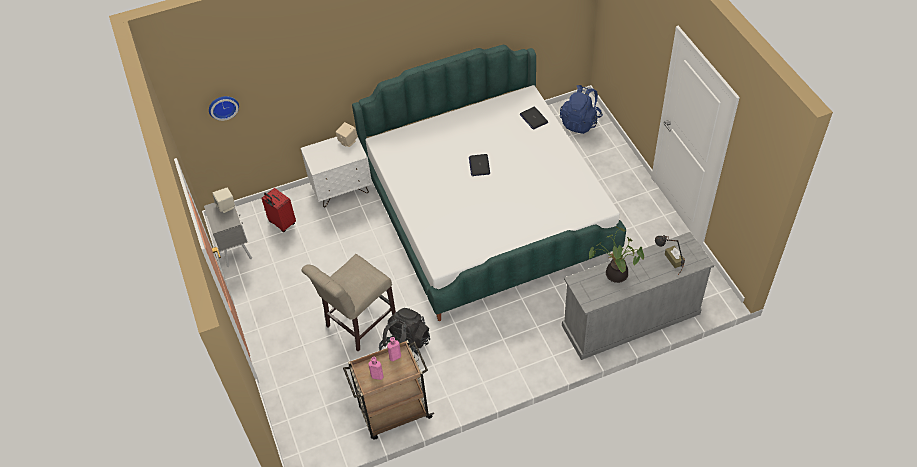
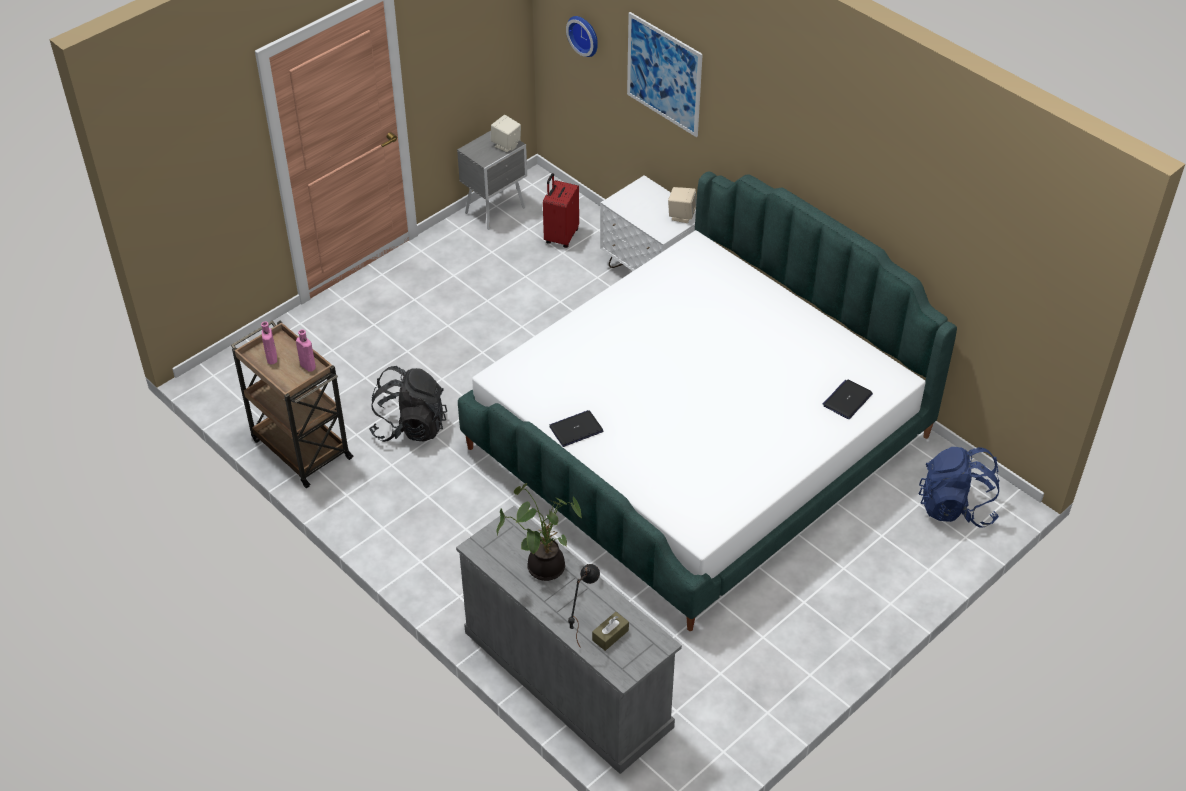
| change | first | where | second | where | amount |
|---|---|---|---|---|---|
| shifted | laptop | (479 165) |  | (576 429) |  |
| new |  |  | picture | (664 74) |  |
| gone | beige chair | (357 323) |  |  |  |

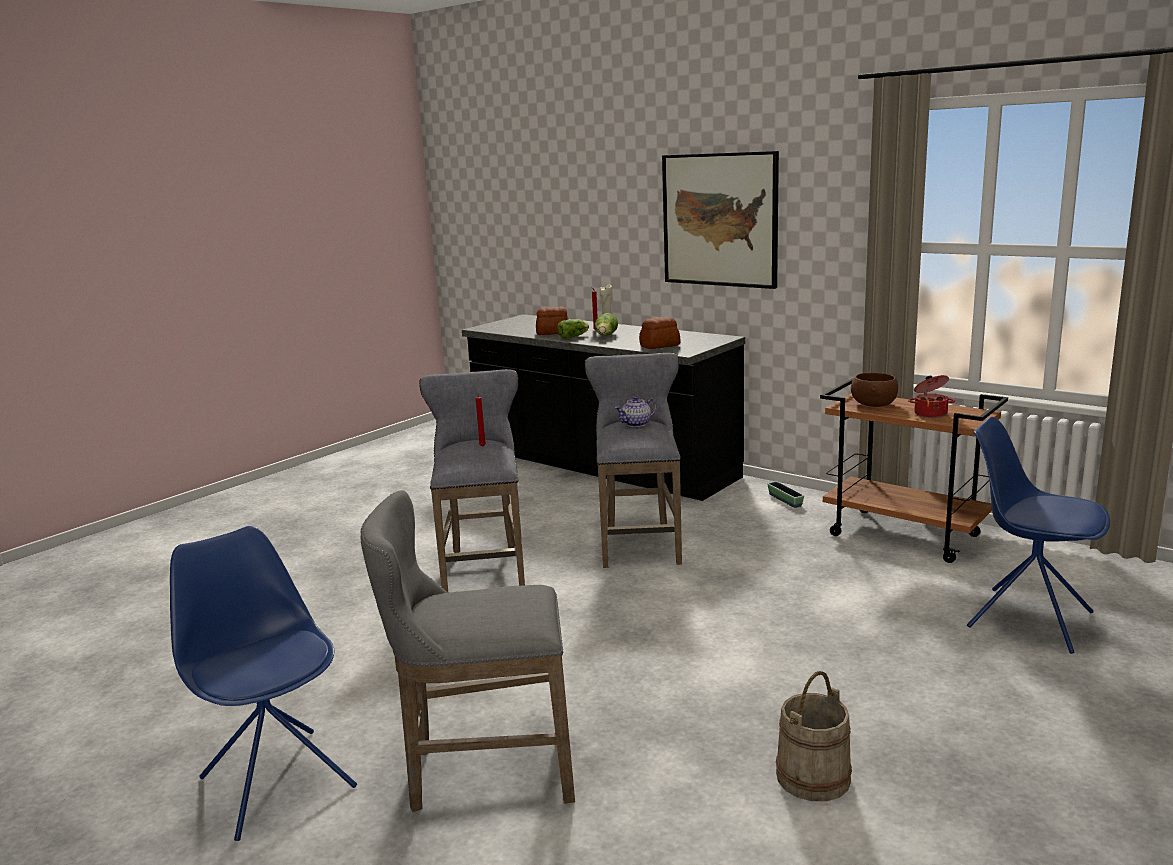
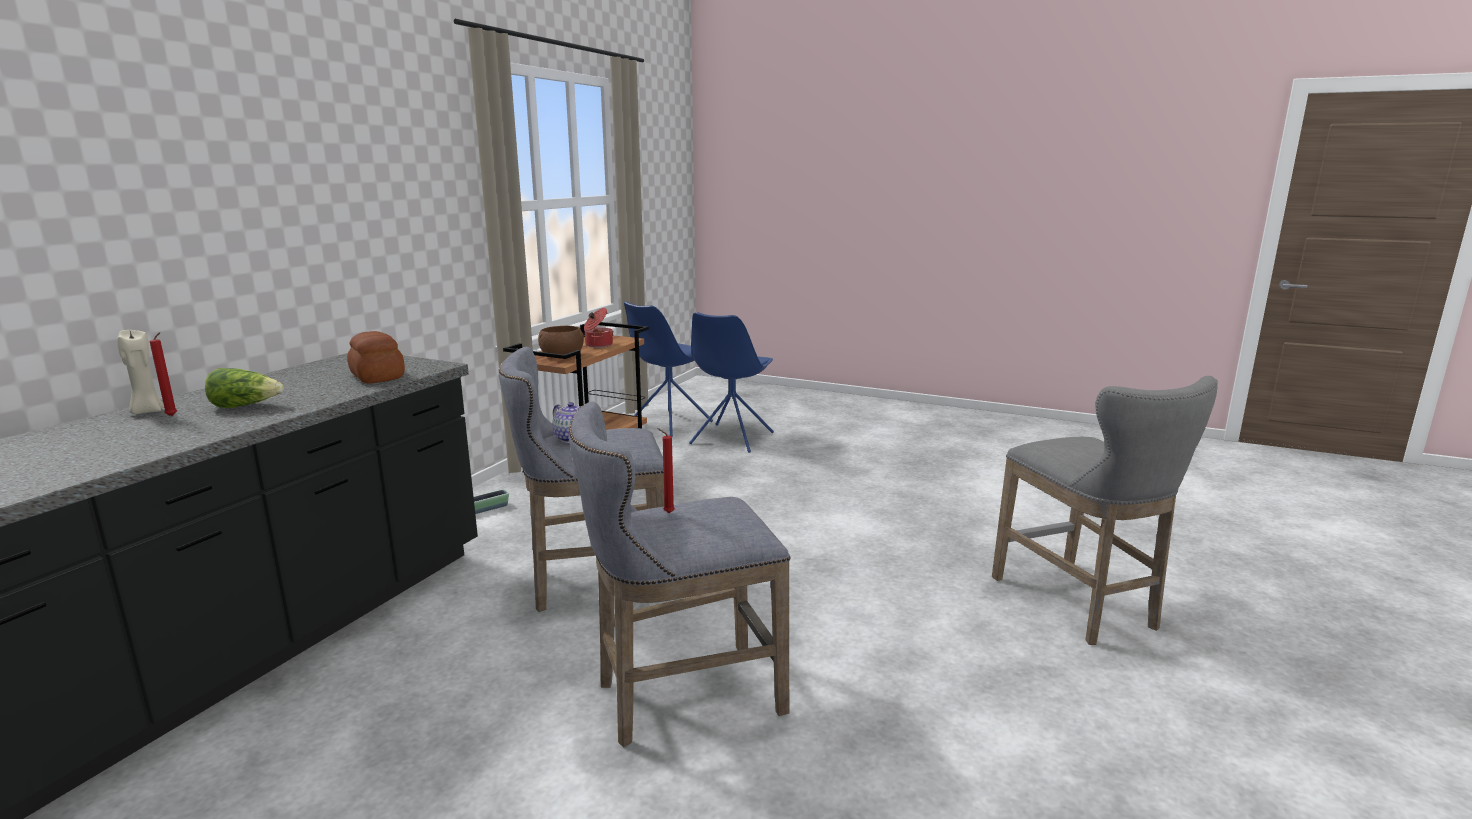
| change | first | where | second | where | amount |
|---|---|---|---|---|---|
| shifted | blue chair | (277 780) |  | (668 423) |  |
| gone | bread | (553 333) |  |  |  |
| gone | lettuce | (574 336) |  |  |  |
| gone | picture | (720 220) |  |  |  |
| gone | beige bucket | (813 777) |  |  |  |

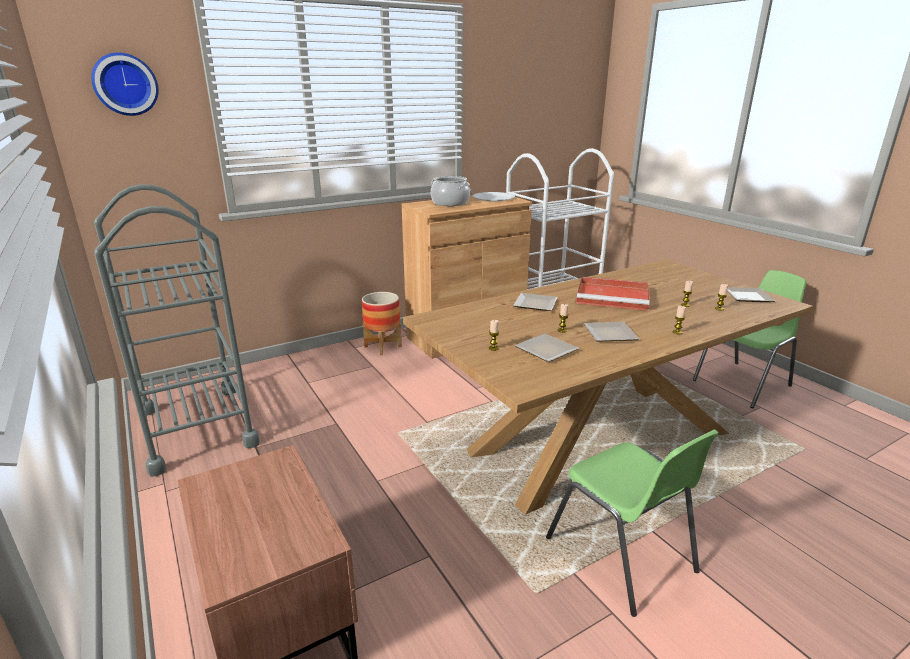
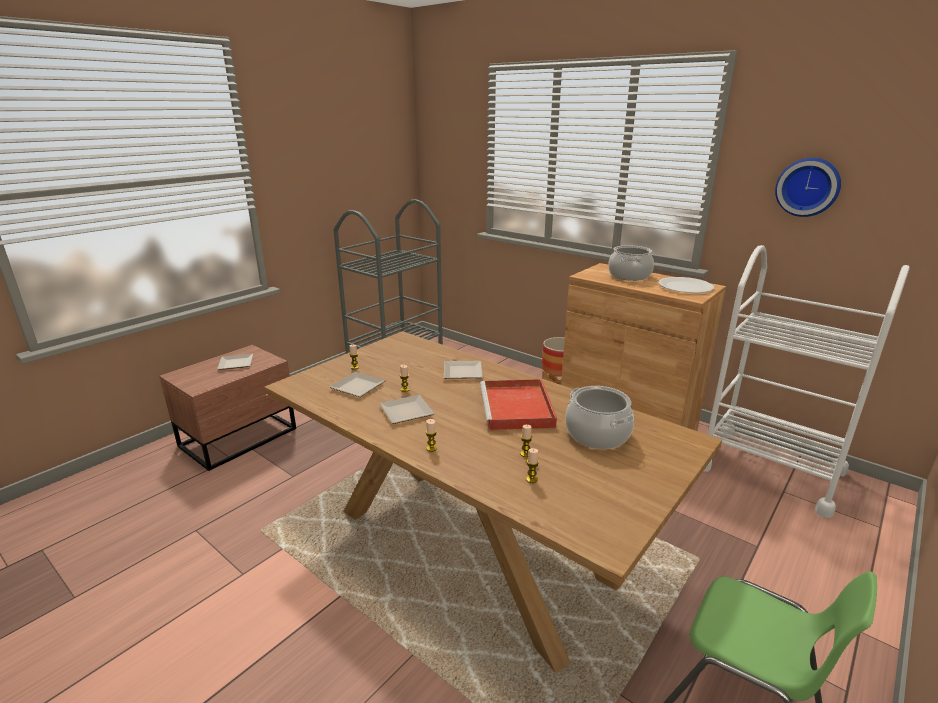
| change | first | where | second | where | amount |
|---|---|---|---|---|---|
| shifted | plate | (747 297) |  | (235 363) |  |
| new |  |  | cooking pot | (598 434) |  |
| shifted | wall clock | (125 84) |  | (808 187) |  |
| gone | green chair | (622 556) |  |  |  |

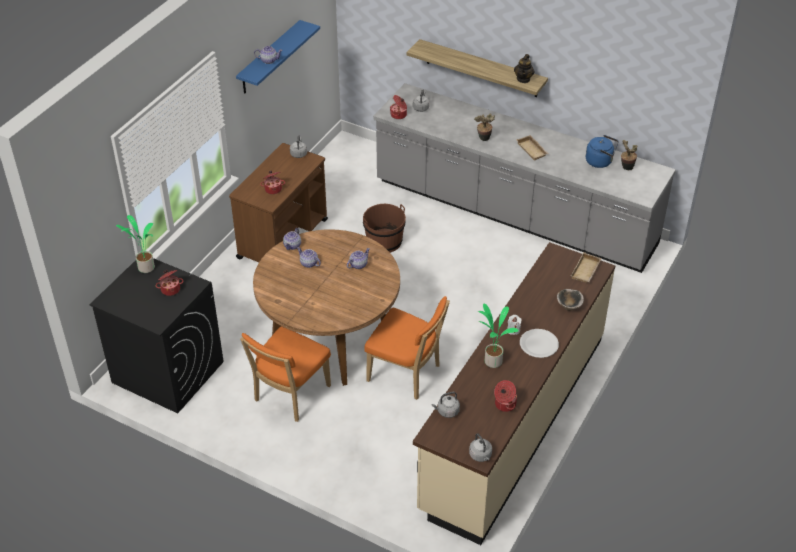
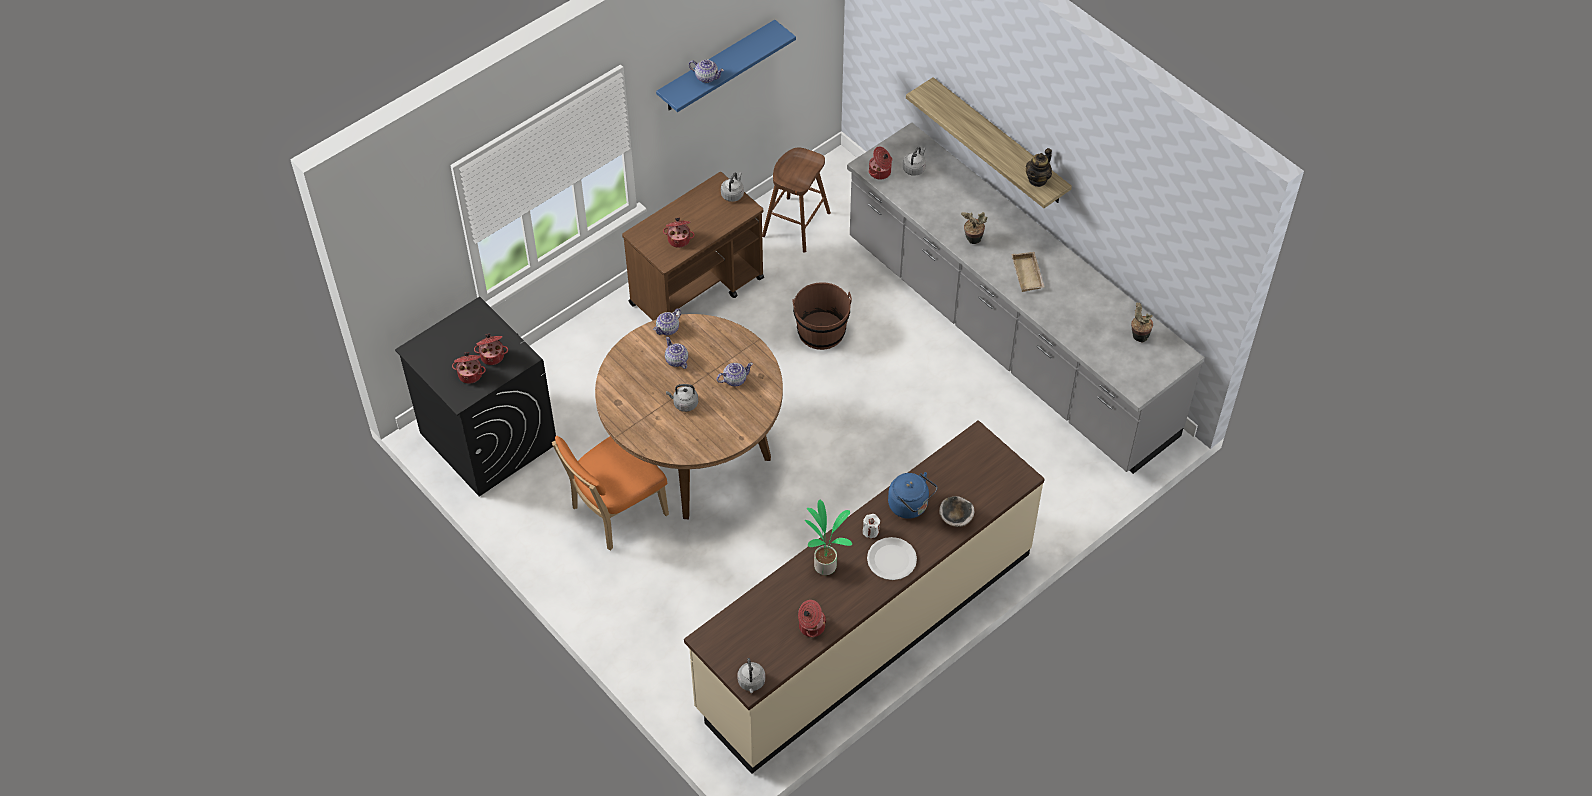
| change | first | where | second | where | amount |
|---|---|---|---|---|---|
| new |  |  | cooking pot | (470 374) |  |
| shifted | grey kettle | (447 411) |  | (684 403) |  |
| new |  |  | brown stool | (796 225) |  |
| shifted | blue kettle | (600 161) |  | (910 506) |  |
| gone | potted plant | (145 268) |  |  |  |
| gone | orange chair | (407 374) |  |  |  |
| gone | beige tray | (586 271) |  |  |  |

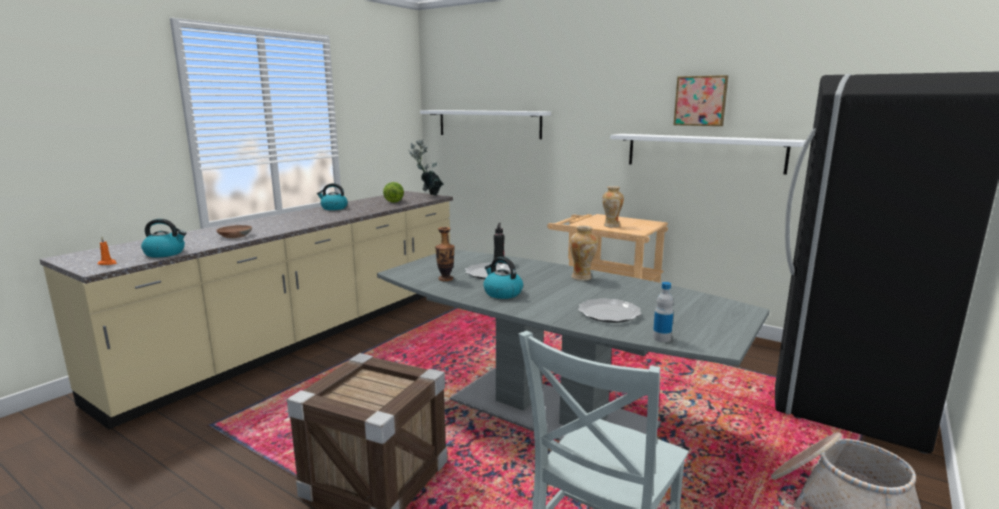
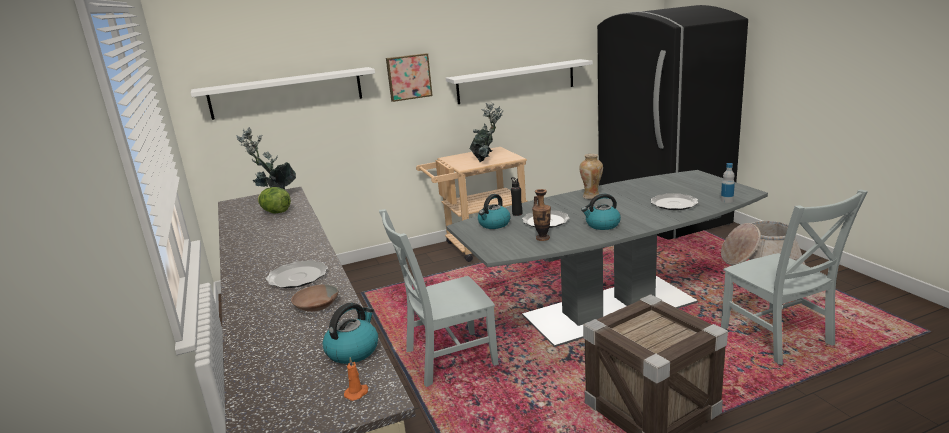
| change | first | where | second | where | amount |
|---|---|---|---|---|---|
| new |  |  | plate | (298 277) |  |
| new |  |  | grey chair | (446 359) |  |
| shifted | picture | (700 101) |  | (408 77) |  |
| swapped | vase | (611 226) | potted plant | (486 161) |  |
| shifted | kettle | (333 208) |  | (494 224) |  |

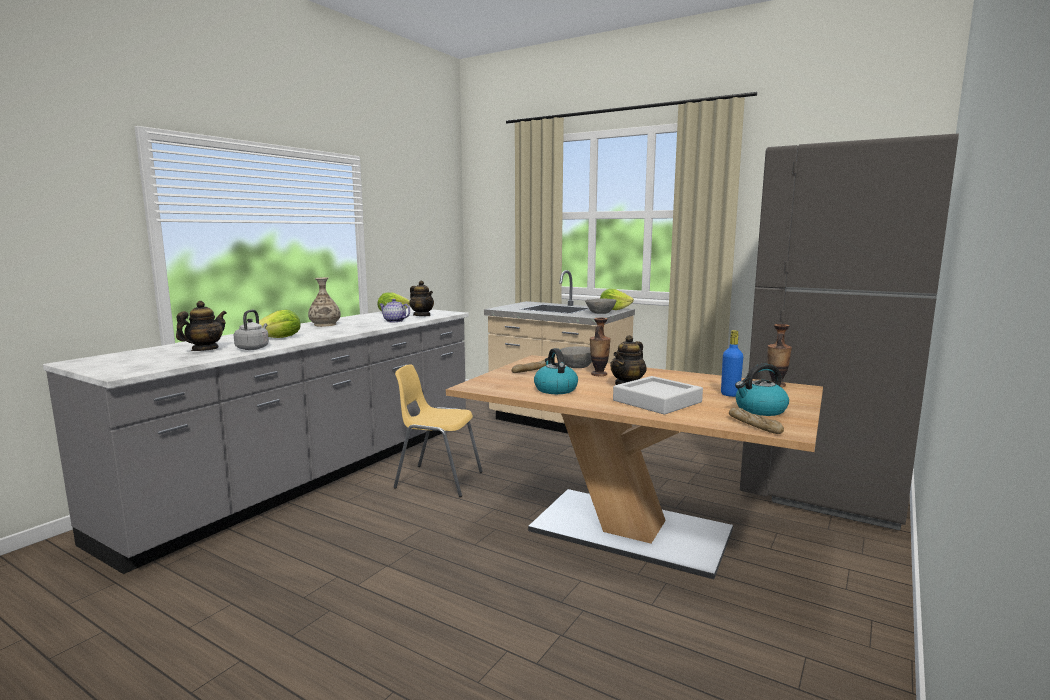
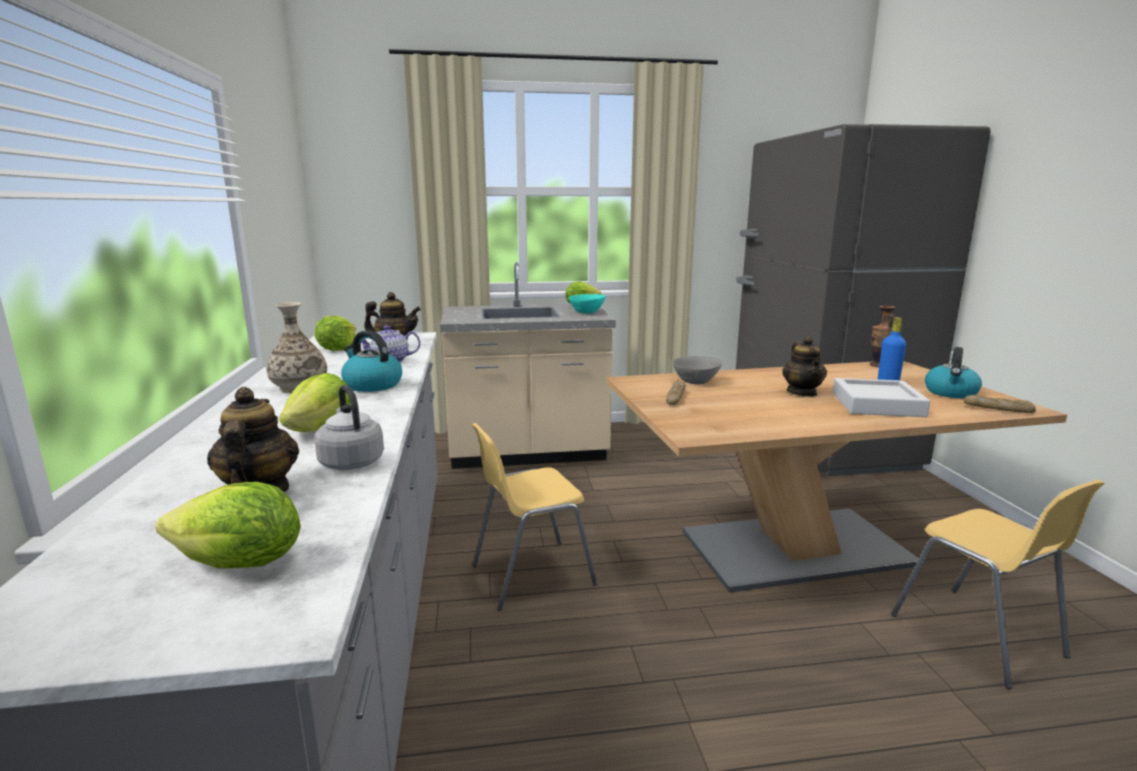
| change | first | where | second | where | amount |
|---|---|---|---|---|---|
| new |  |  | lettuce | (241 565) |  |
| shifted | kettle | (555 389) |  | (372 385) |  |
| repainted | grey bowl | (600 313) | turquoise bowl | (586 312) |  |
| new |  |  | yellow chair | (978 636) |  |
| gone | vase | (599 374) |  |  |  |

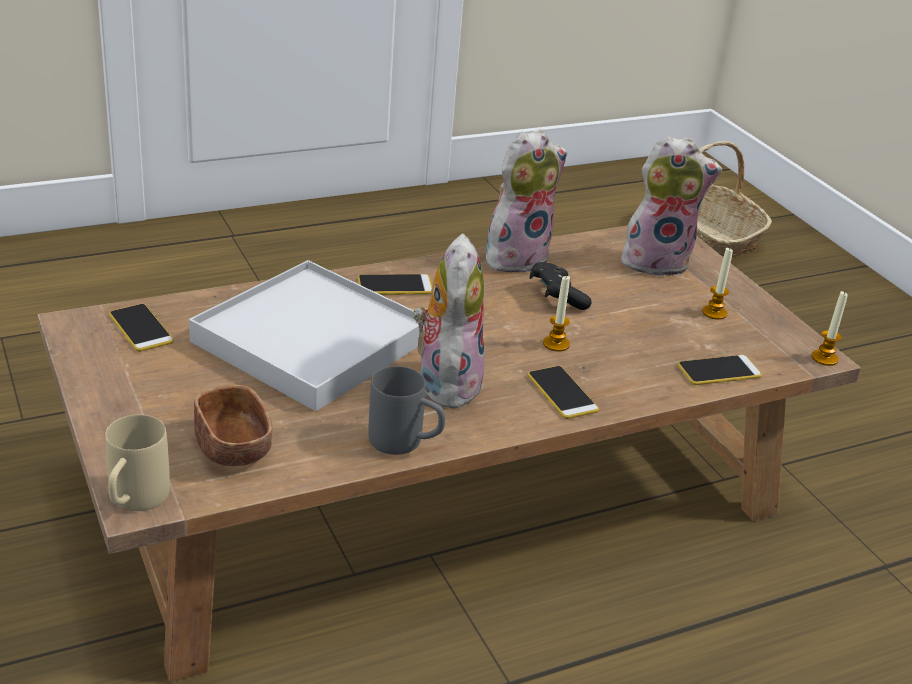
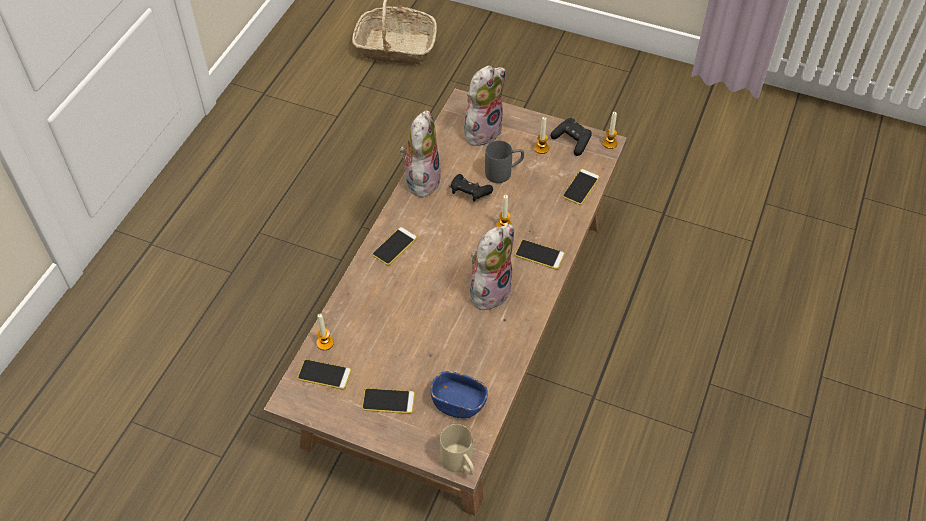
| change | first | where | second | where | amount |
|---|---|---|---|---|---|
| new |  |  | candle | (325 343) |  |
| new |  |  | phone | (388 401) |  |
| repainted | brown bowl | (233 448) | blue bowl | (458 403) |  |
| rotated | plush toy | (445 382) |  | (489 289) | 75 degrees clockwise |
| shifted | grey mug | (406 443) |  | (504 172) |  |
| new |  |  | black game controller | (572 141) |  |
| gone | white tray | (312 341) |  |  |  |

